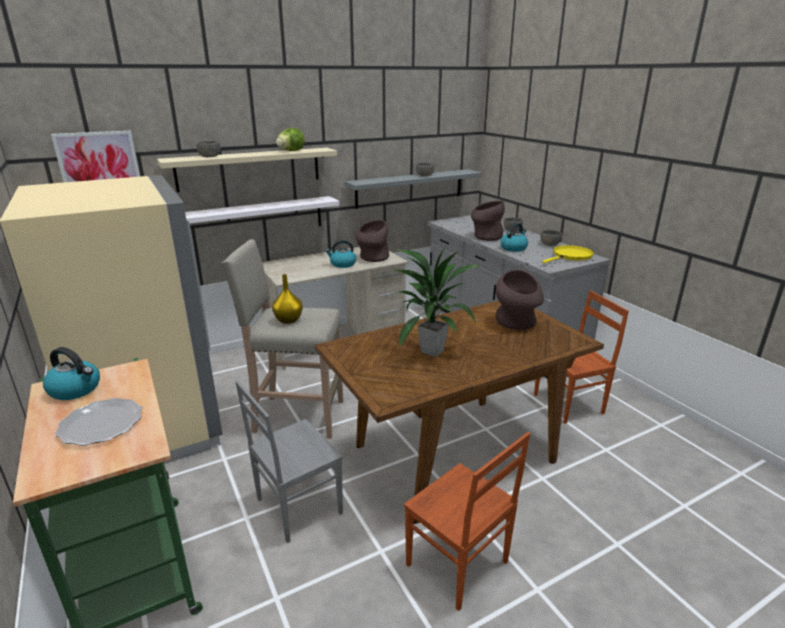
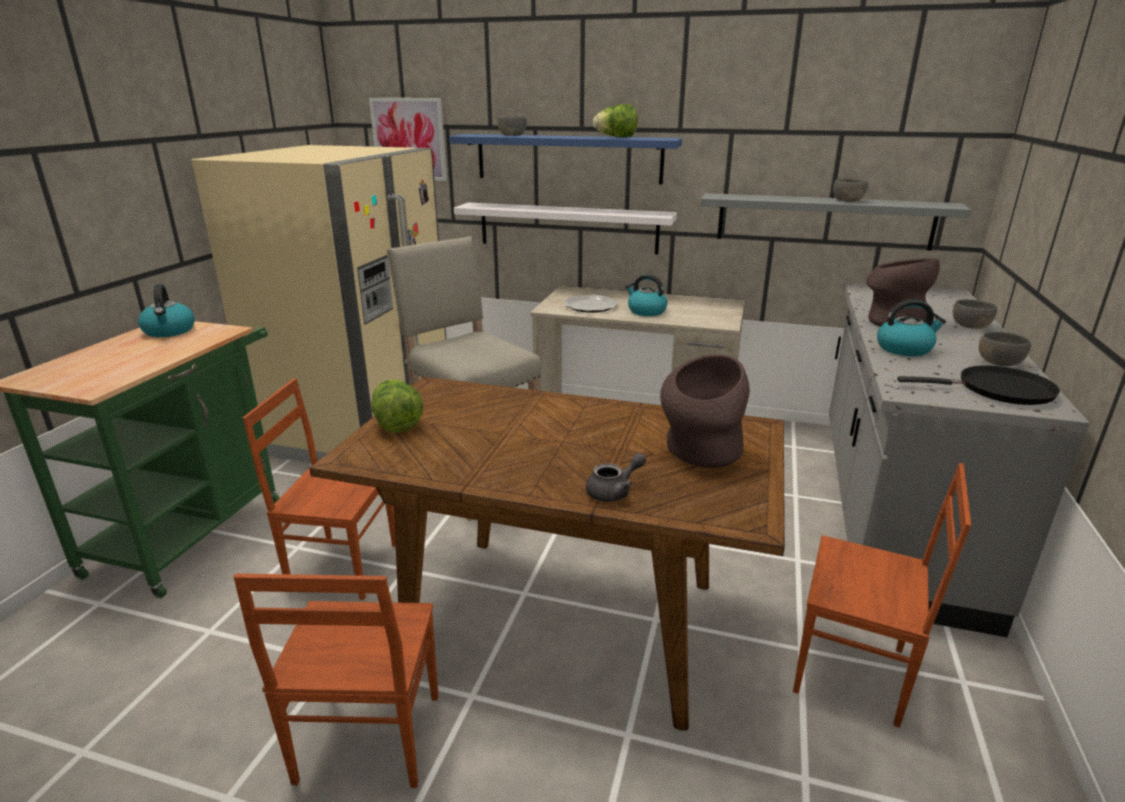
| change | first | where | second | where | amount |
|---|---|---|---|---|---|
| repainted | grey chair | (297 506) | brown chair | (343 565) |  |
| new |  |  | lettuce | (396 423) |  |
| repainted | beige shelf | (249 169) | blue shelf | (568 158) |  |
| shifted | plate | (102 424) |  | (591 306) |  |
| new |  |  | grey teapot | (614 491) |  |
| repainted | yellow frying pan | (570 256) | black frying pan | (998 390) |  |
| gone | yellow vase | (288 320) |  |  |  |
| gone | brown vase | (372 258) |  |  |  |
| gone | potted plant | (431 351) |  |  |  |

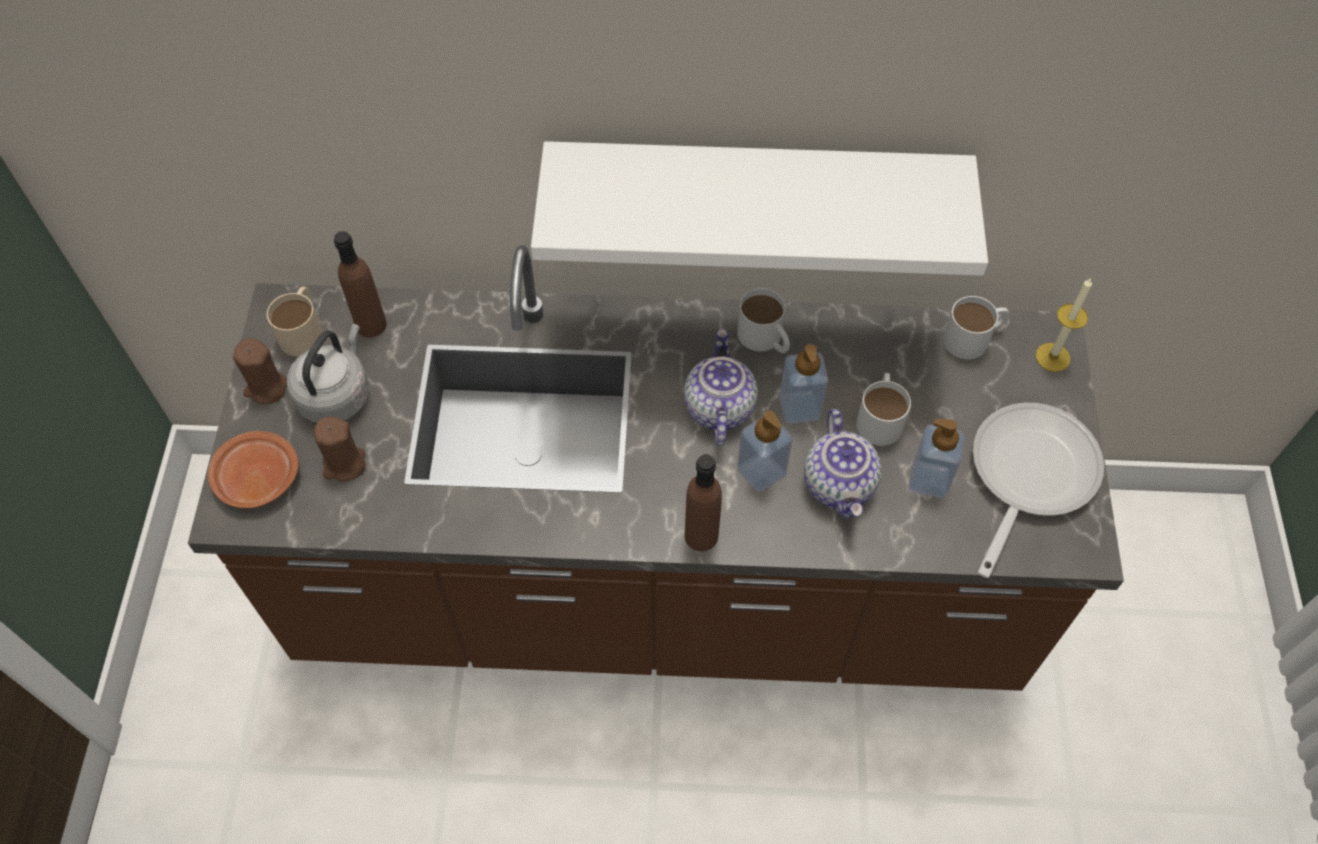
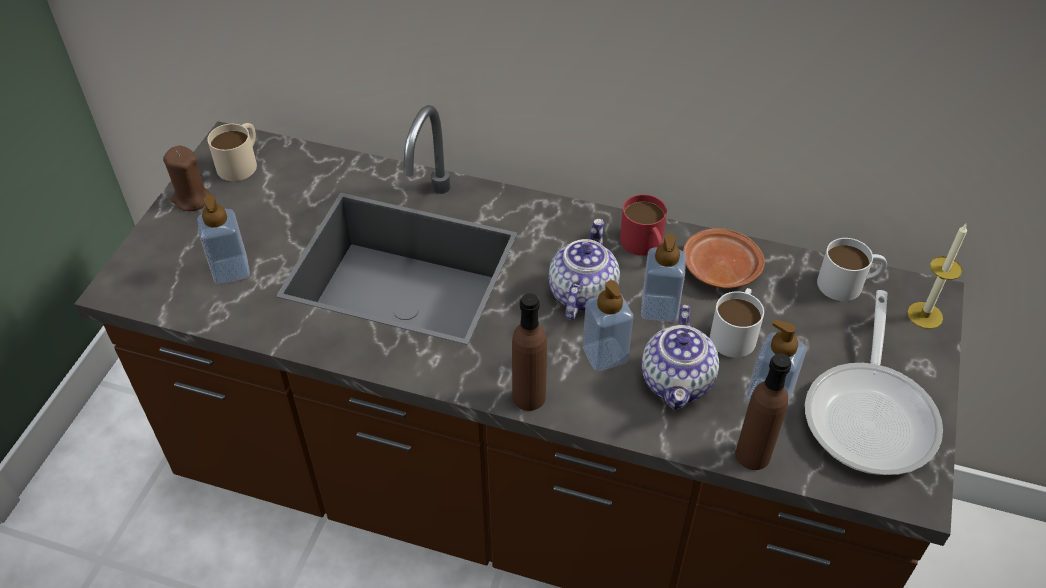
| change | first | where | second | where | amount |
|---|---|---|---|---|---|
| swapped | brown candle | (344 464) | soap dispenser | (231 270) |  |
| repainted | white mug | (765 339) | red mug | (645 246) |  |
| shifted | brown plate | (256 477) |  | (719 268) |  |
| shifted | brown bottle | (371 324) |  | (753 455) |  |
| rotated | frying pan | (1027 476) |  | (871 414) | 150 degrees clockwise |
| gone | grey kettle | (336 394) |  |  |  |
| gone | white shelf | (755 189) |  |  |  |

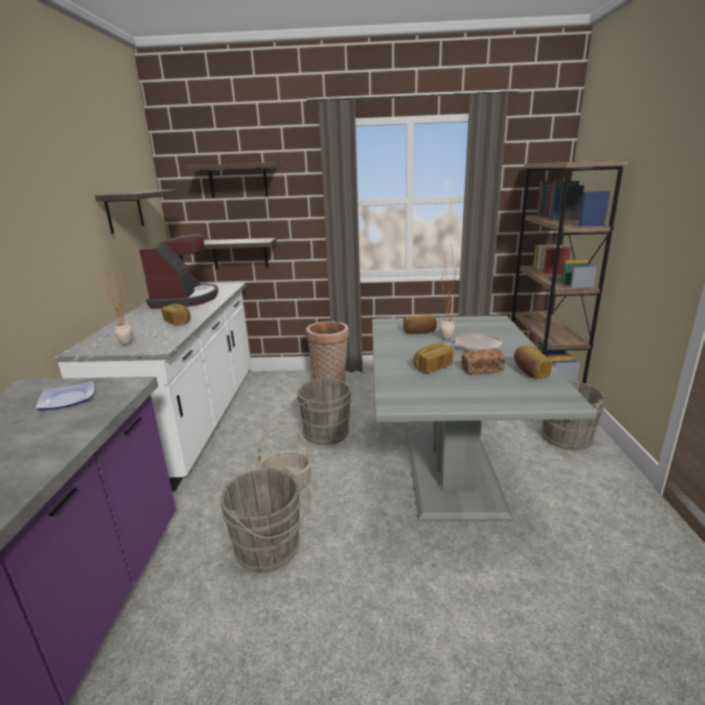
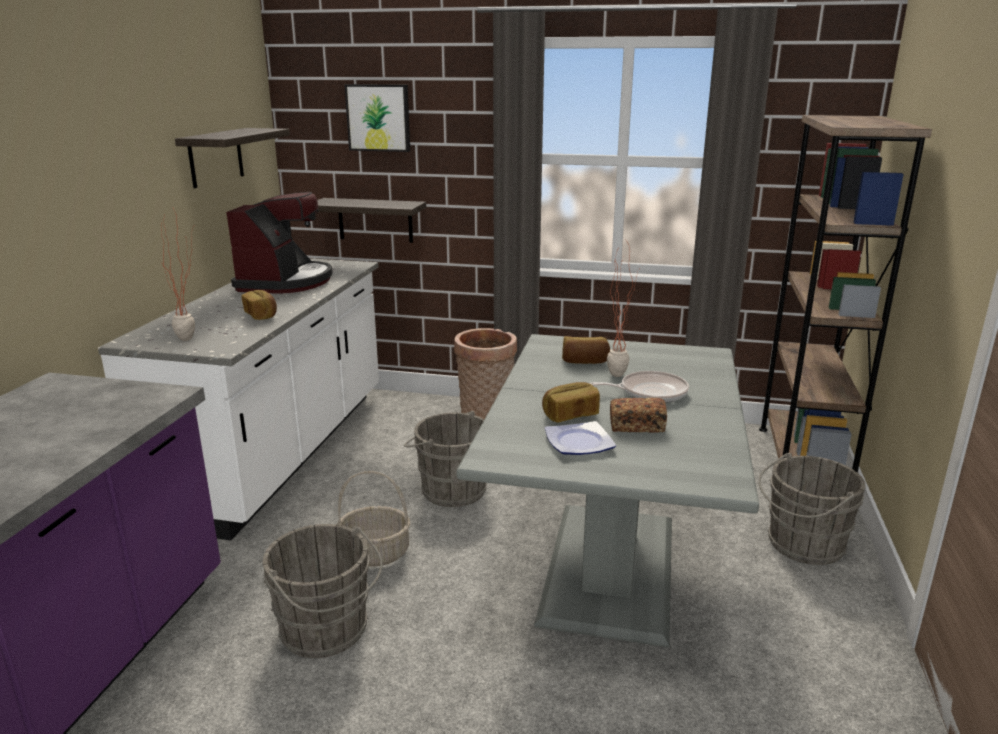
| change | first | where | second | where | amount |
|---|---|---|---|---|---|
| swapped | shelf | (238 180) | picture | (379 117) |  |
| shifted | plate | (68 399) |  | (580 443) |  |
| gone | bread | (530 371) |  |  |  |

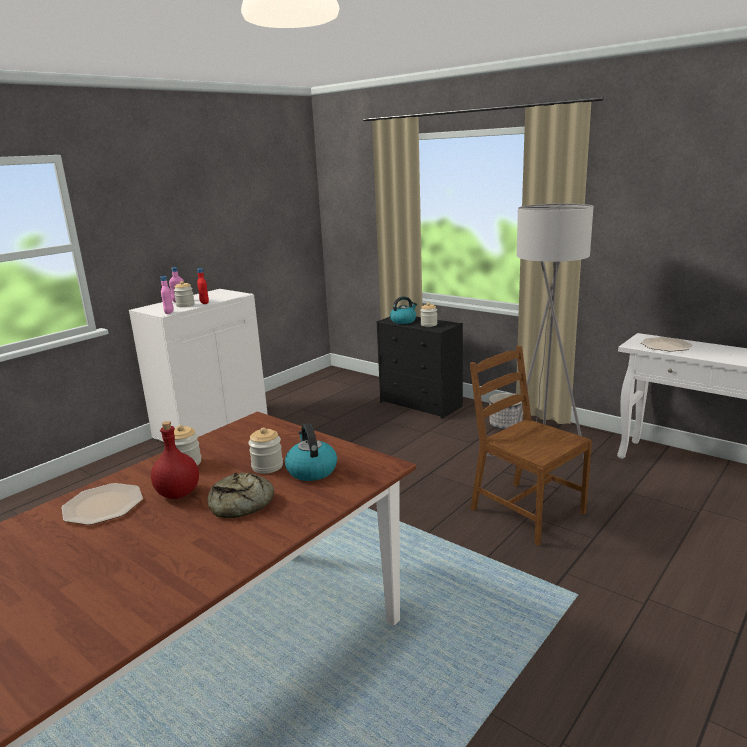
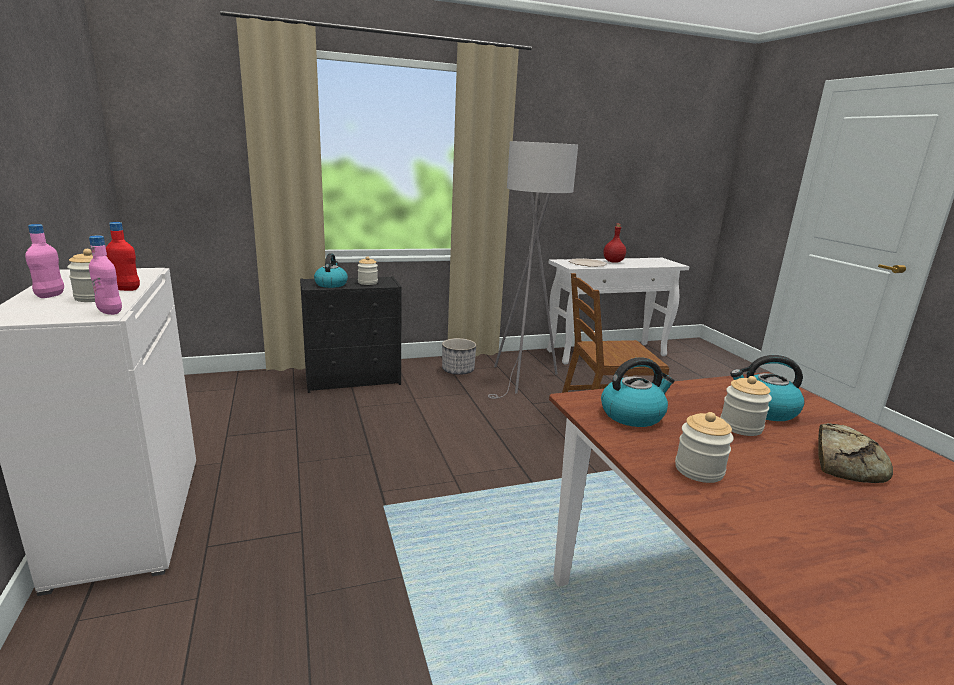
| change | first | where | second | where | amount |
|---|---|---|---|---|---|
| new |  |  | kettle | (633 415) |  |
| shifted | red bottle | (178 494) |  | (613 262) |  |
| gone | plate | (103 505) |  |  |  |

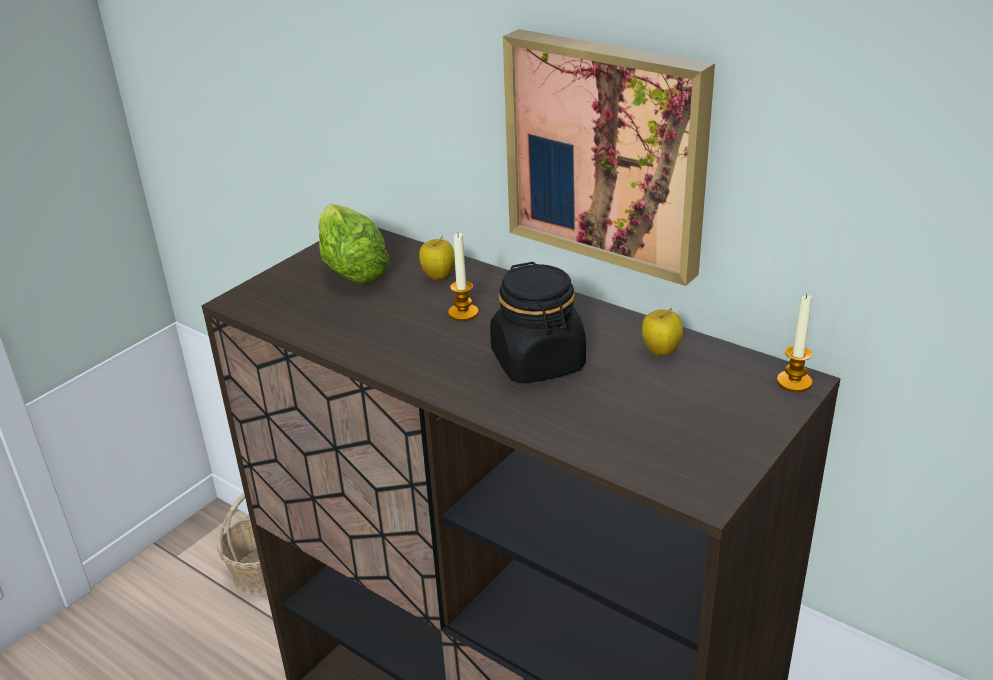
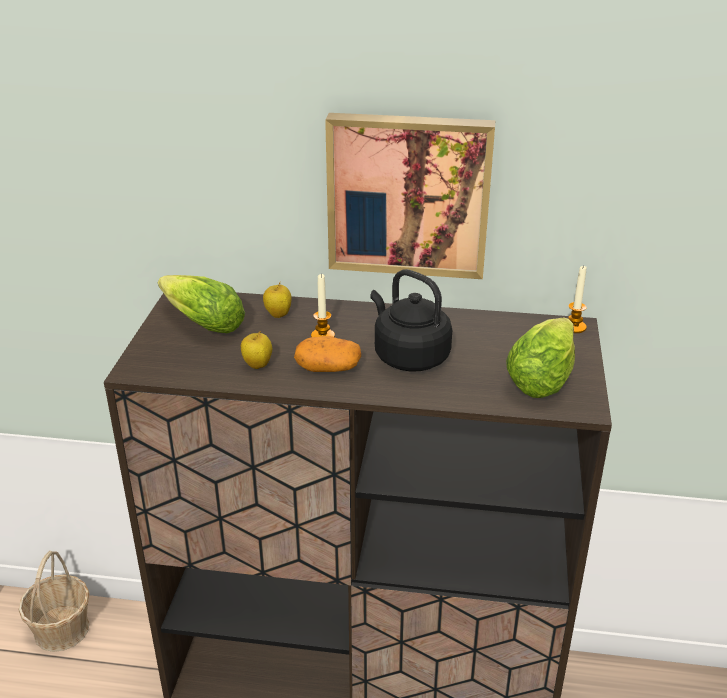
| change | first | where | second | where | amount |
|---|---|---|---|---|---|
| shifted | apple | (661 351) |  | (257 365) |  |
| new |  |  | potato | (328 369) |  |
| swapped | black jar | (538 362) | black kettle | (408 356) |  |
| new |  |  | lettuce | (545 375) |  |

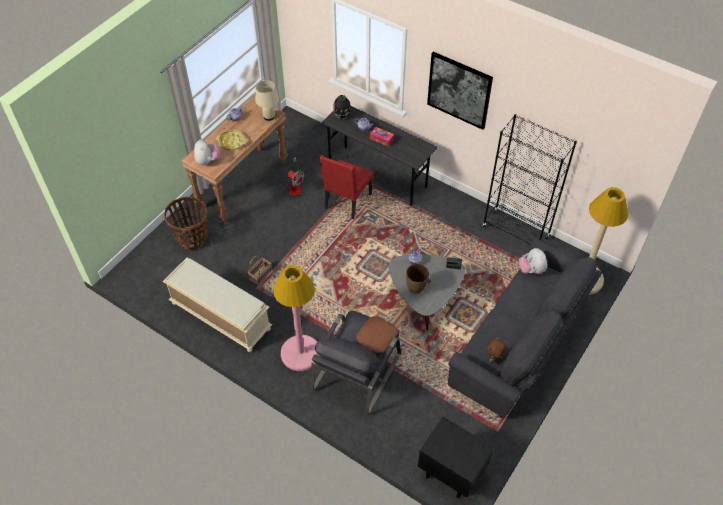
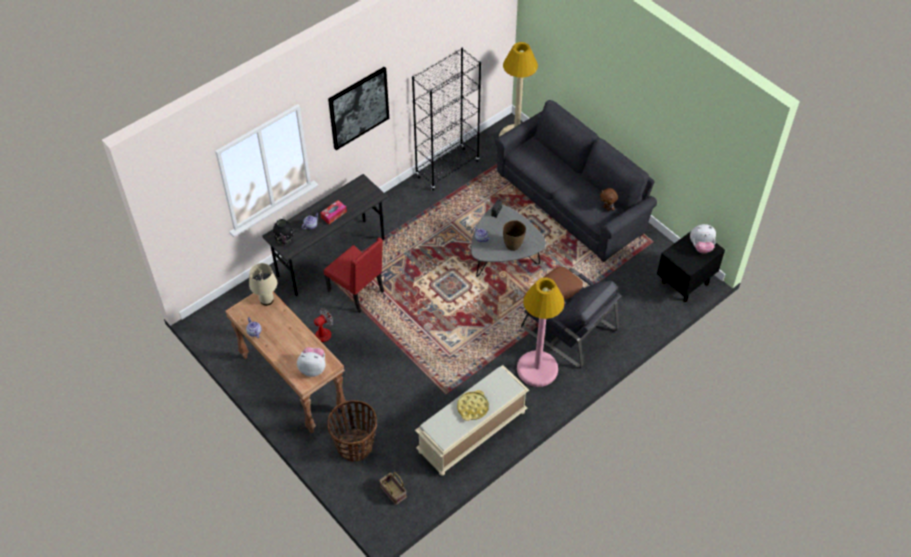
| change | first | where | second | where | amount |
|---|---|---|---|---|---|
| shifted | basket | (260 274) |  | (392 492) |  |
| shifted | yellow tray | (232 142) |  | (472 407) |  |
| shifted | plush toy | (531 270) |  | (701 246) |  |

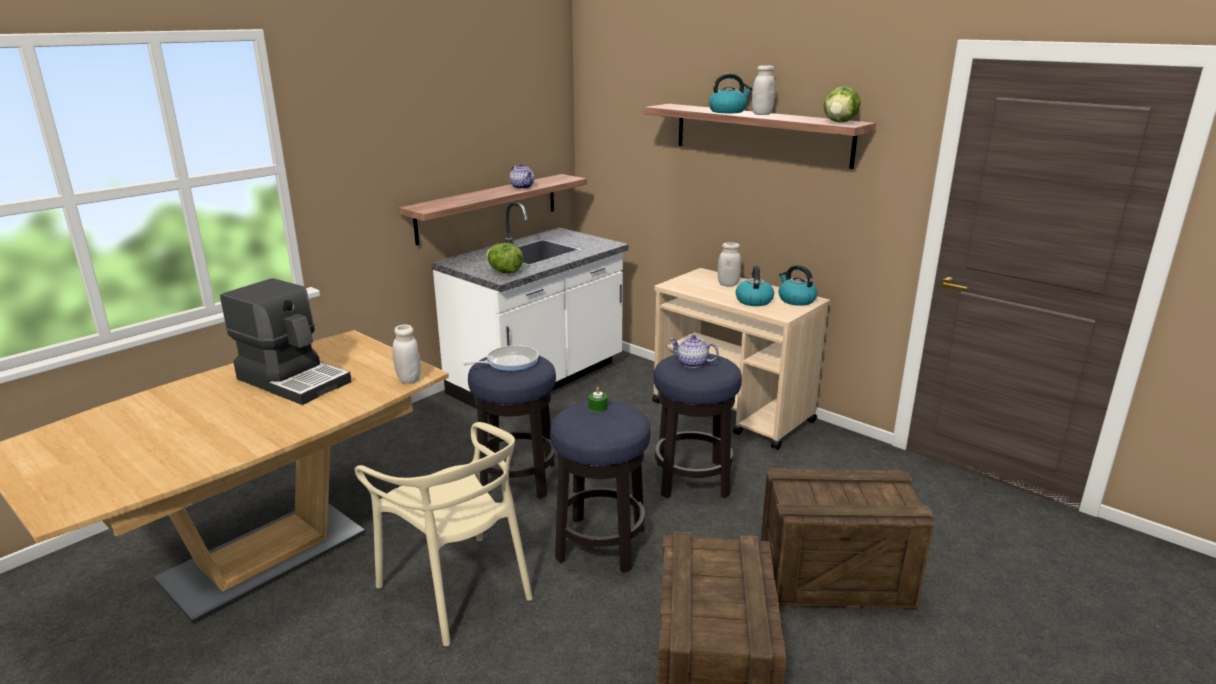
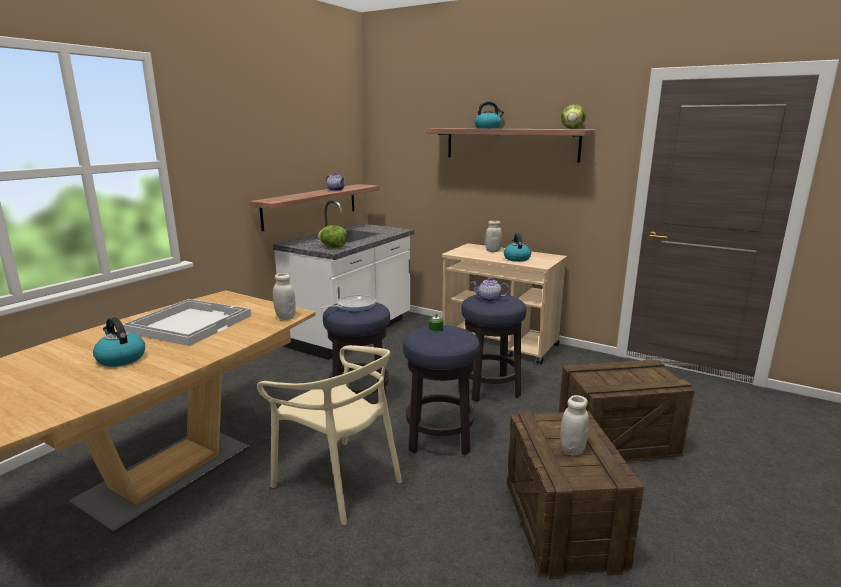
| change | first | where | second | where | amount |
|---|---|---|---|---|---|
| shifted | kettle | (796 300) |  | (120 358) |  |
| swapped | coffee machine | (294 380) | white tray | (189 323) |  |
| shifted | white jar | (762 114) |  | (572 449) |  |

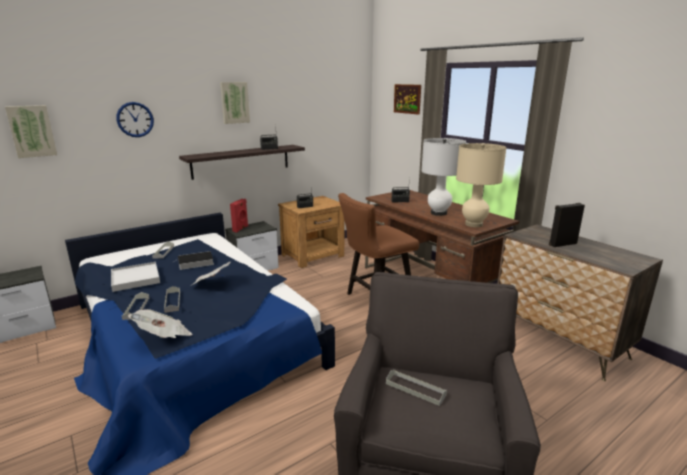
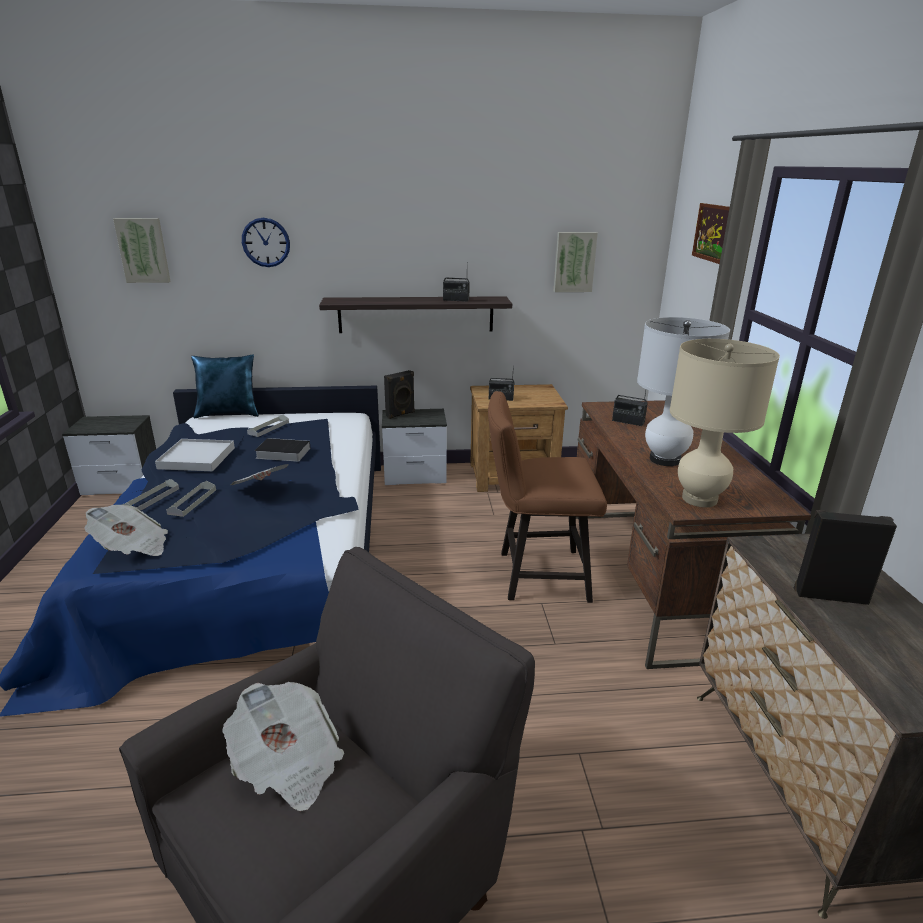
| change | first | where | second | where | amount |
|---|---|---|---|---|---|
| new |  |  | blue pillow | (229 414) |  |
| swapped | grey tray | (415 389) | newspaper | (288 764) |  |
| repainted | red speaker | (241 229) | black speaker | (401 414) |  |
| shifted | picture | (234 102) |  | (574 262) |  |

